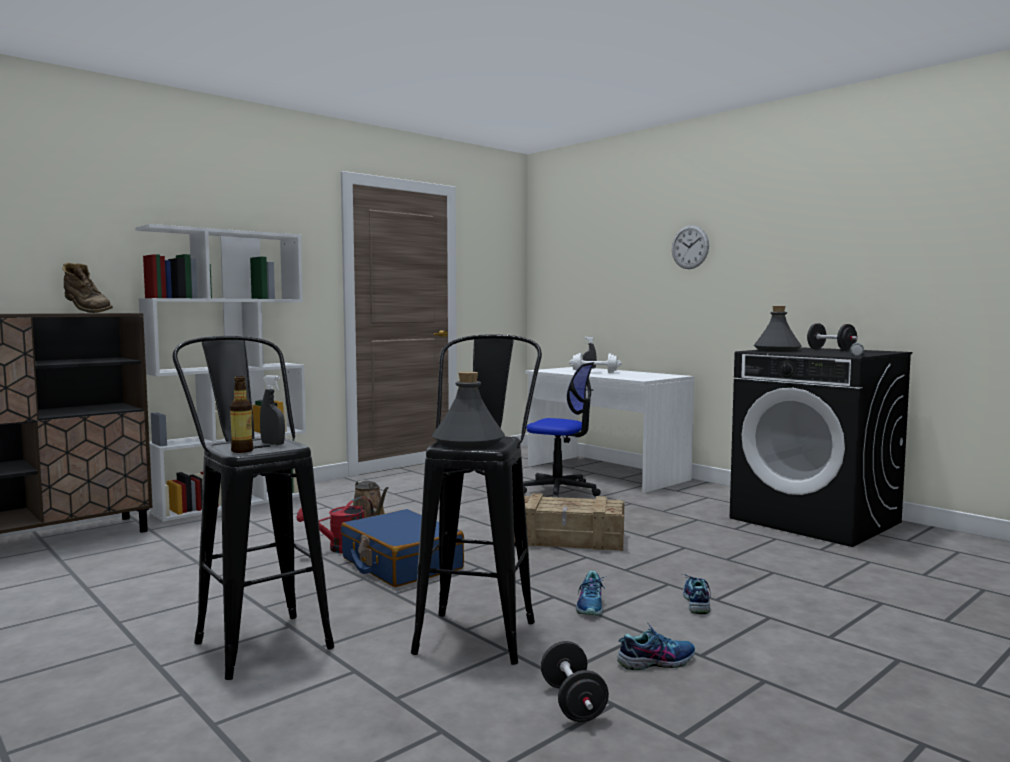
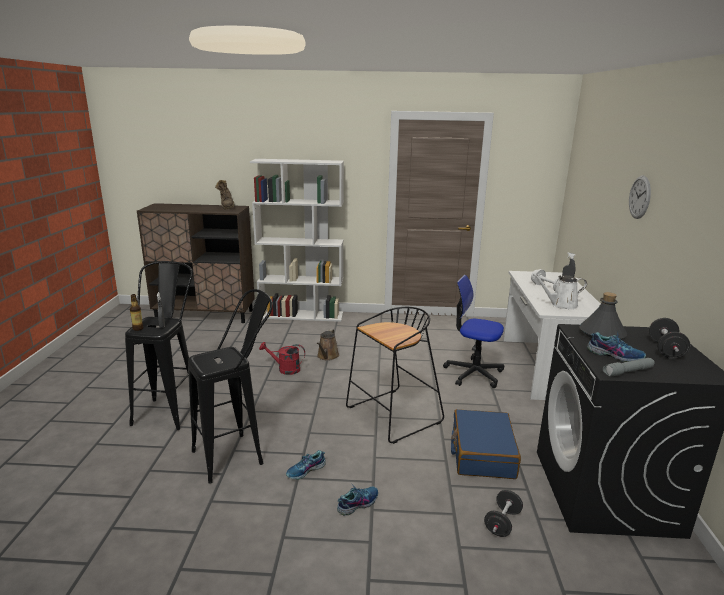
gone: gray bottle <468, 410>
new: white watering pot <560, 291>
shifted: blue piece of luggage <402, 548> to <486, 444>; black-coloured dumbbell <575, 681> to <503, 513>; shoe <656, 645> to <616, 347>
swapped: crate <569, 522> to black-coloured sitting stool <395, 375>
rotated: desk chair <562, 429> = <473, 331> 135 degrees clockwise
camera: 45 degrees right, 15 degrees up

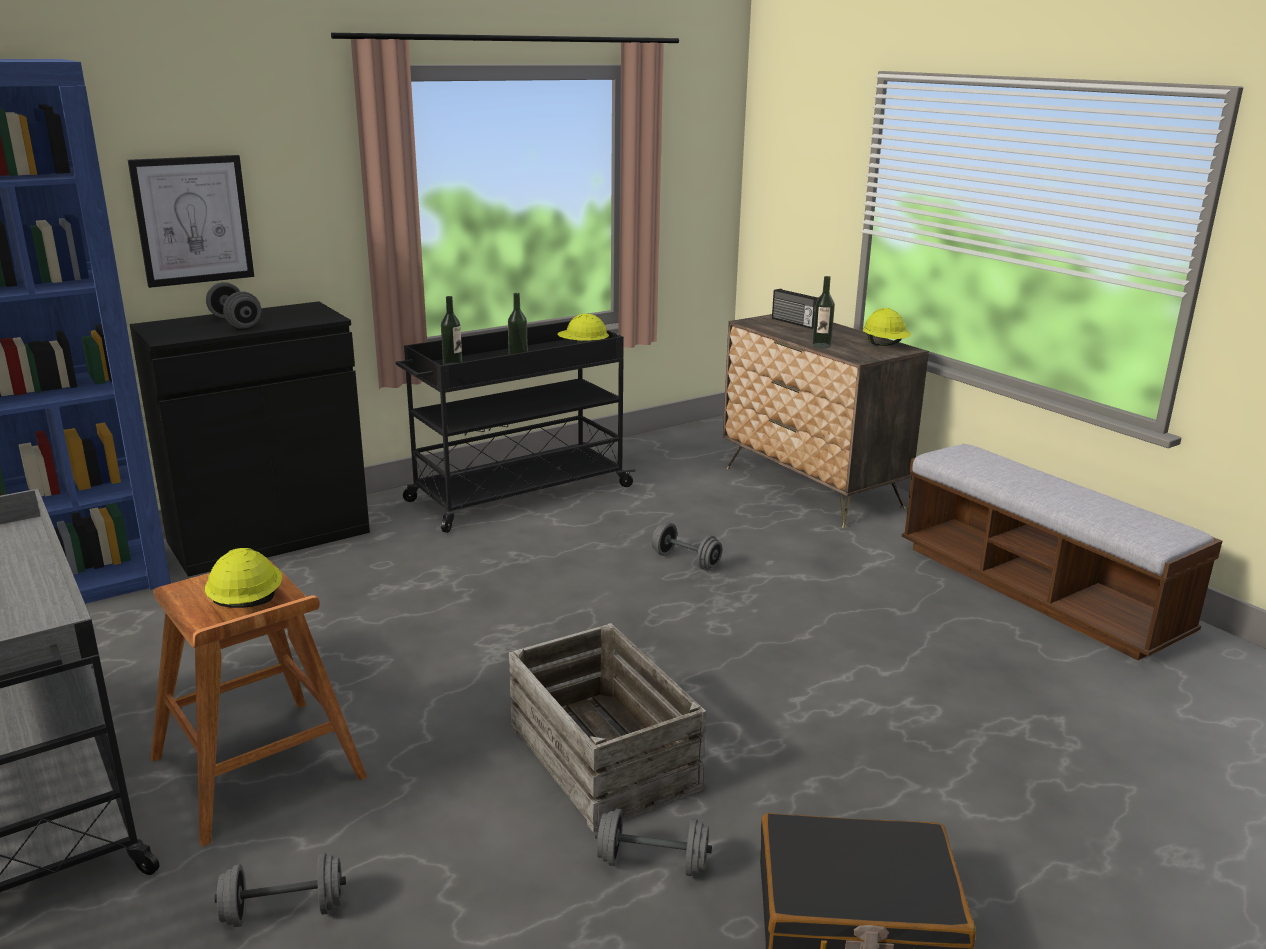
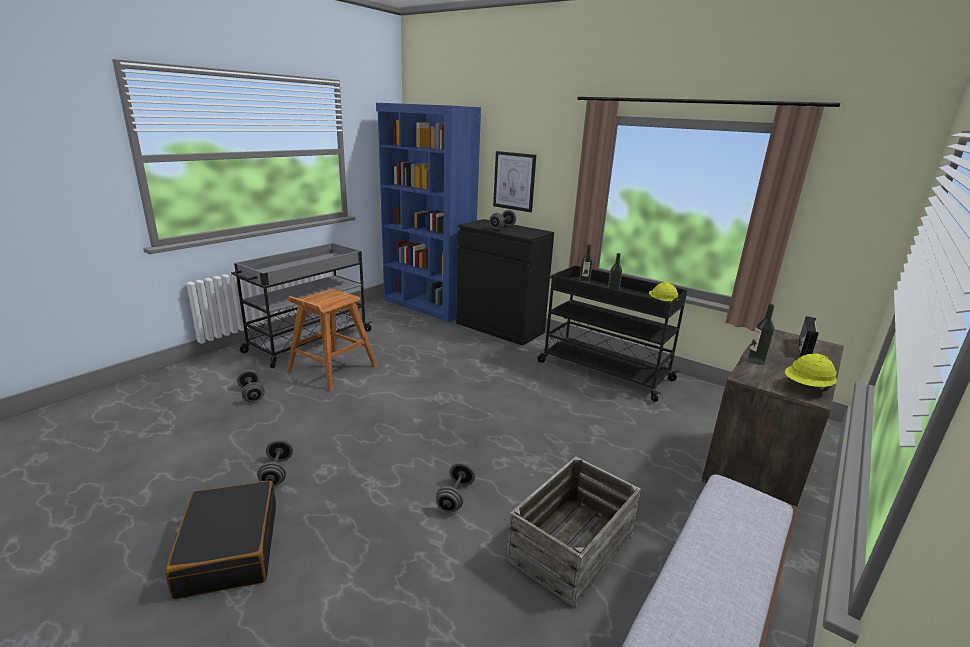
gone: yellow-coloured work helmet <243, 578>
shifted: crate <607, 728> to <573, 532>; gray dumbbell <687, 545> to <455, 487>
camera: 70 degrees right, 0 degrees up

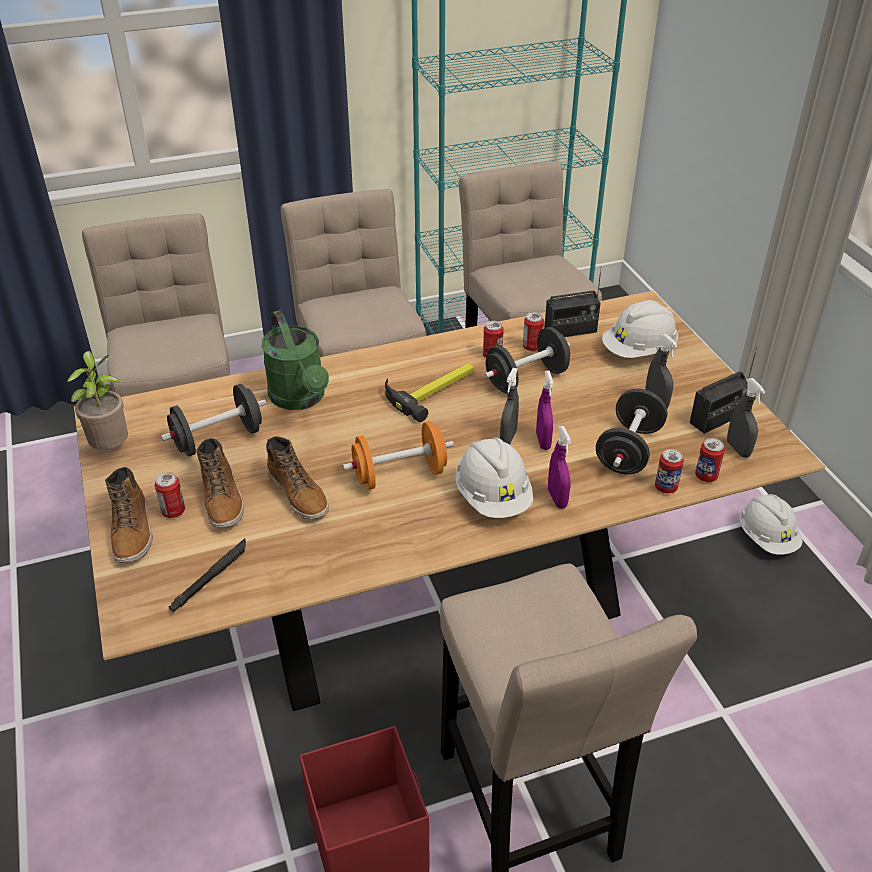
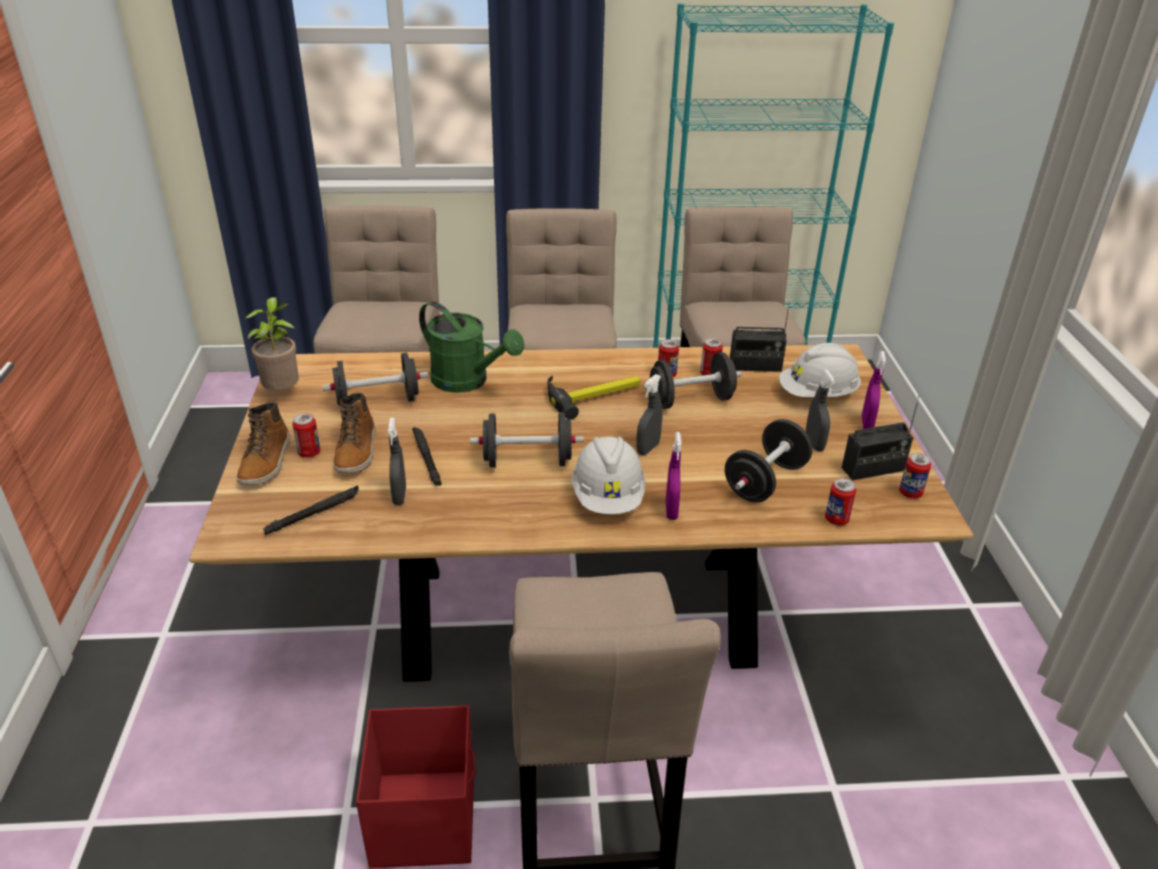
gone: white work helmet <771, 524>
shifted: purplish spray bottle <545, 410> to <874, 390>; can <669, 471> to <915, 476>; gray spray bottle <746, 418> to <397, 461>
swapped: high-top boot <297, 478> to black-coloured flashlight <427, 456>
repainted: orangey dumbbell <398, 455> to black-coloured dumbbell <527, 440>
rotated: green watering pot <295, 360> = <471, 347> 45 degrees counterclockwise
camera: 15 degrees right, 5 degrees down

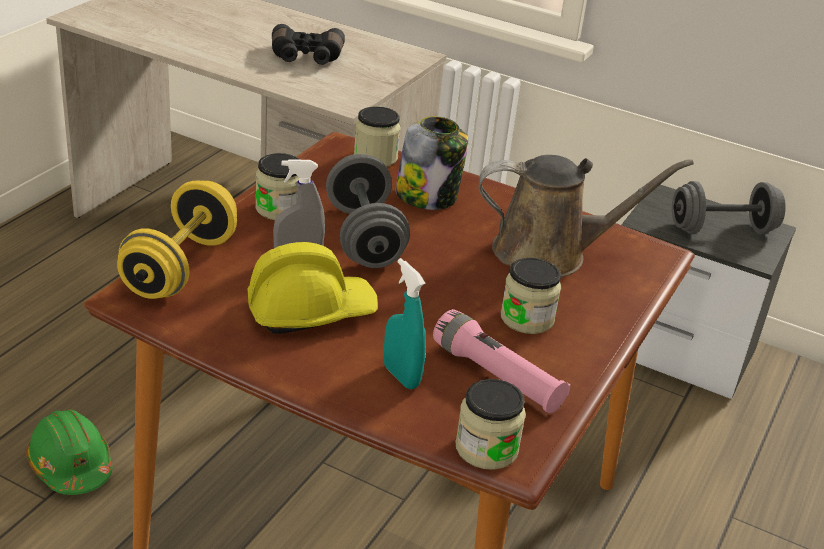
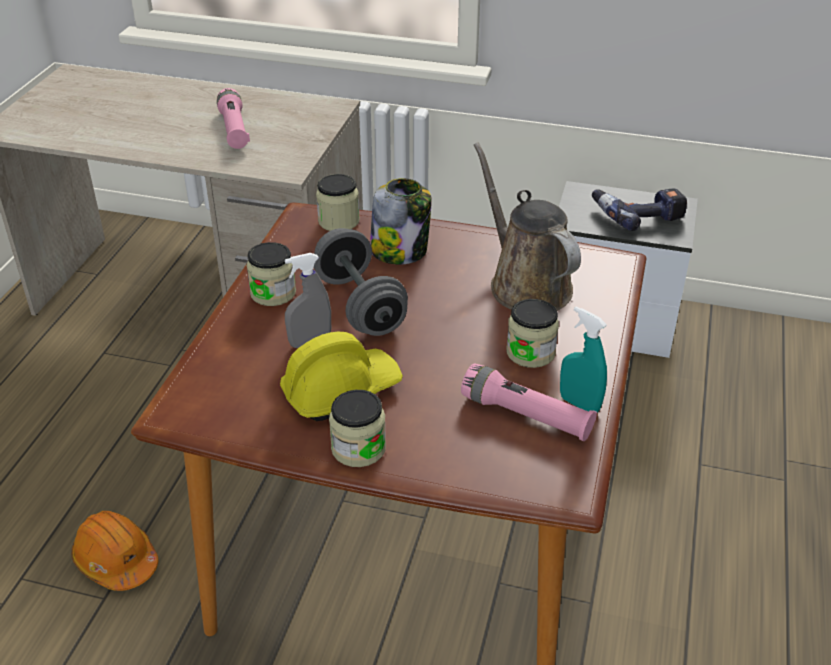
gone: yellow-coloured dumbbell <177, 240>
shifted: turquoise-coloured spray bottle <404, 323> to <583, 360>; preserve jar <490, 424> to <357, 428>
swapped: black-coloured binoculars <308, 44> to pinkish flashlight <233, 118>; gray dumbbell <729, 207> to drill <639, 209>
repainted: green work helmet <69, 452> to orangey work helmet <114, 551>
rotated: brown-coloured watering pot <586, 216> = <527, 226> 105 degrees counterclockwise
camera: 10 degrees left, 5 degrees up

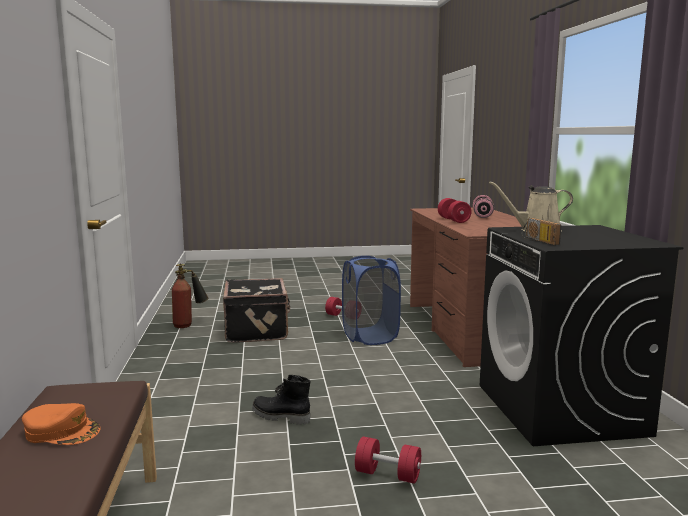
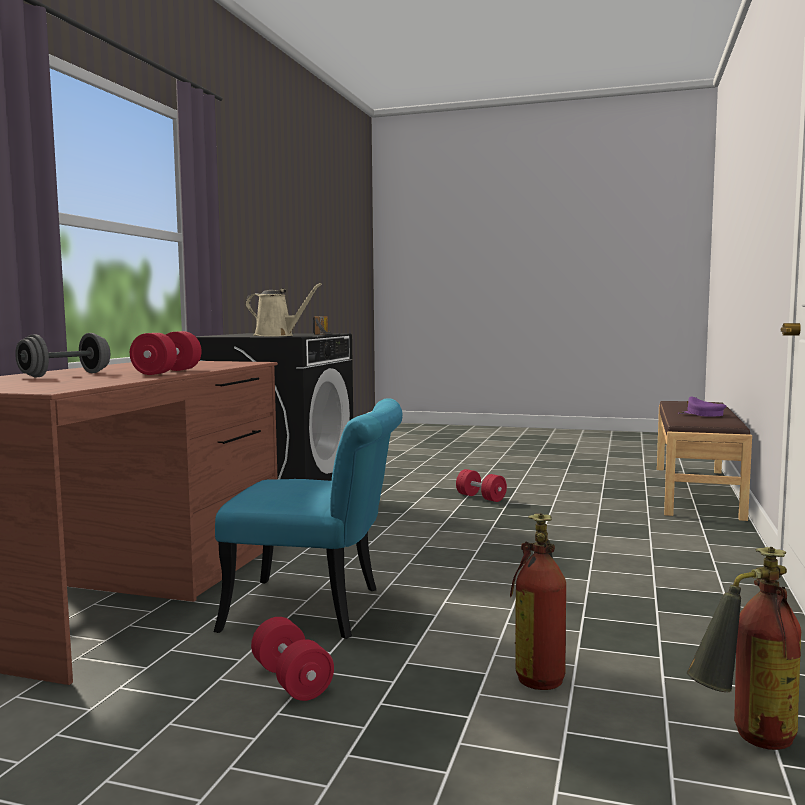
gone: black-coloured high-top boot <281, 400>
swapped: black-coloured piece of luggage <256, 310> to fire extinguisher <538, 601>; blue laundry basket <371, 300> to turquoise-coloured chair <308, 518>
repainted: orangey peaked cap <61, 424> to purplish peaked cap <702, 407>; pinkish dumbbell <483, 206> to gray dumbbell <62, 355>
camera: 155 degrees left, 5 degrees down

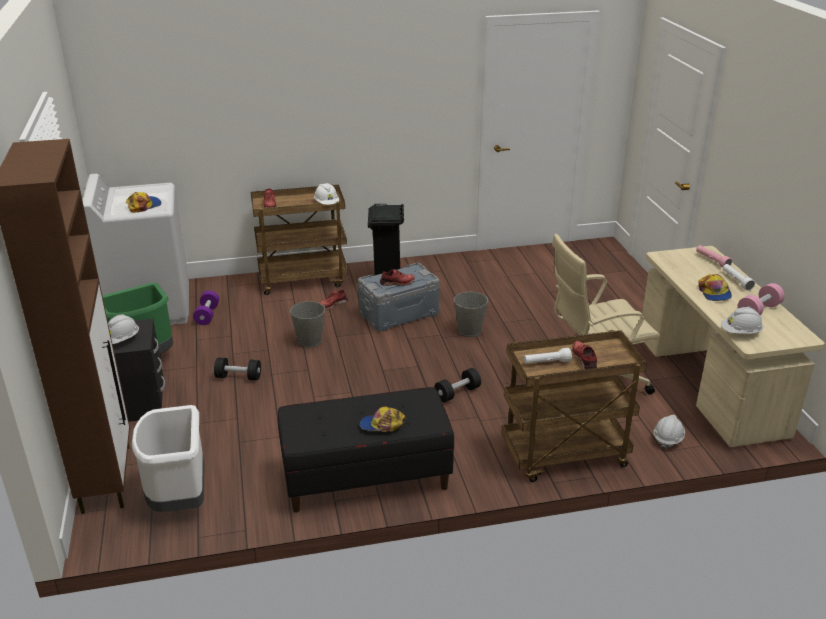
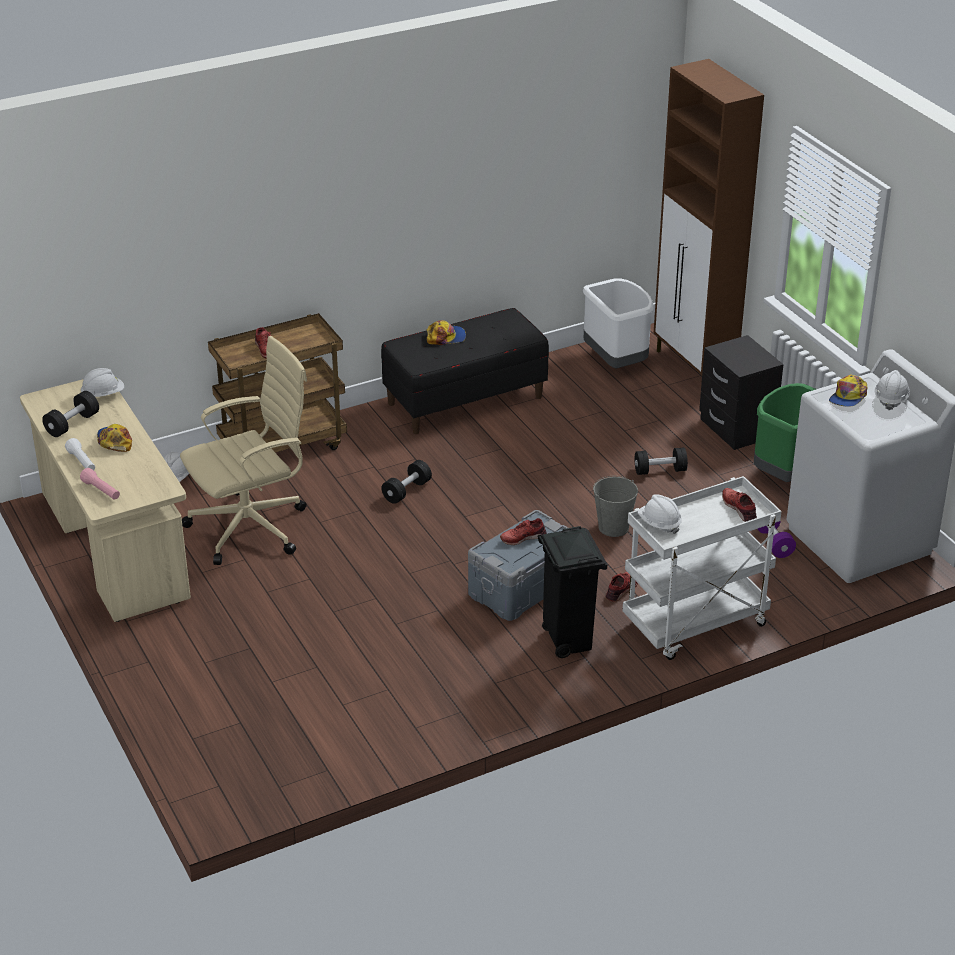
gone: gray water bucket <471, 314>; white flashlight <548, 356>
shifted: white work helmet <123, 329> to <892, 390>
repainted: brown-coloured wheeled cart <299, 240> to white wheeled cart <702, 568>; pinkish dumbbell <761, 299> to black-coloured dumbbell <70, 414>
camera: 165 degrees right, 5 degrees up

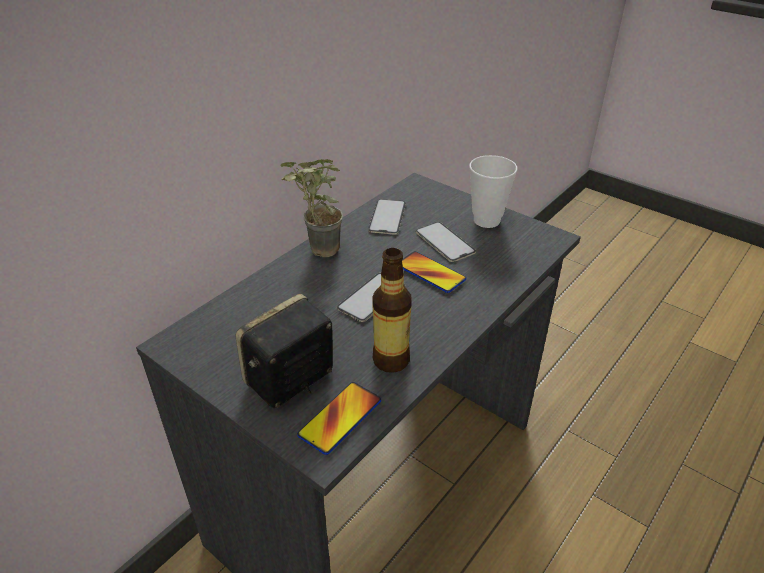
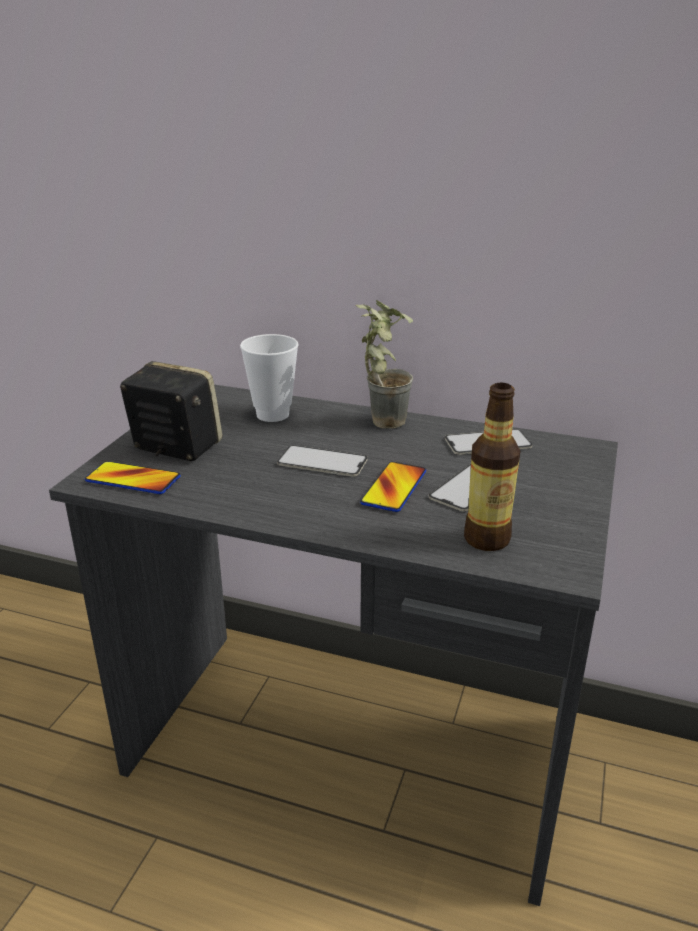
shifted: bottle <392, 310> to <492, 466>; cup <493, 191> to <269, 378>
camera: 70 degrees right, 10 degrees down

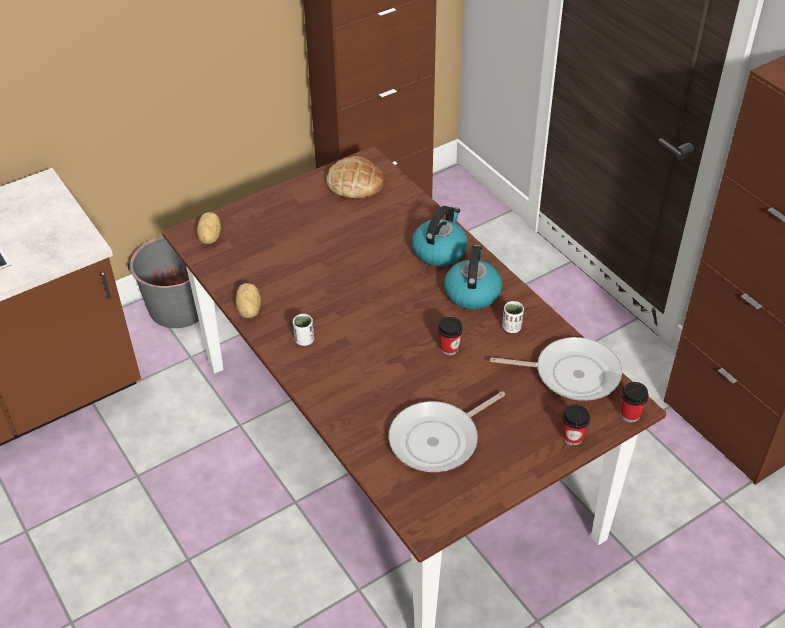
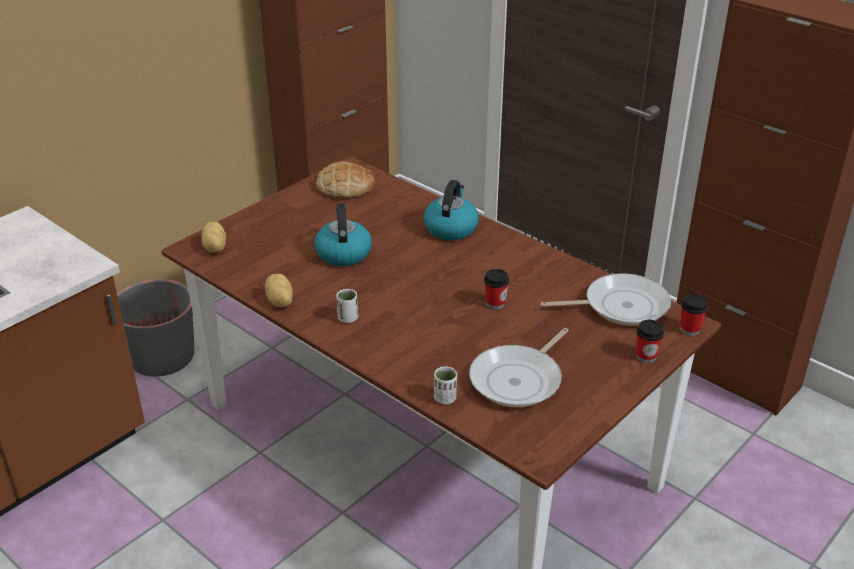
shifted: kettle <473, 277> to <343, 234>; white cup <513, 317> to <445, 385>
camera: 15 degrees left, 10 degrees down

